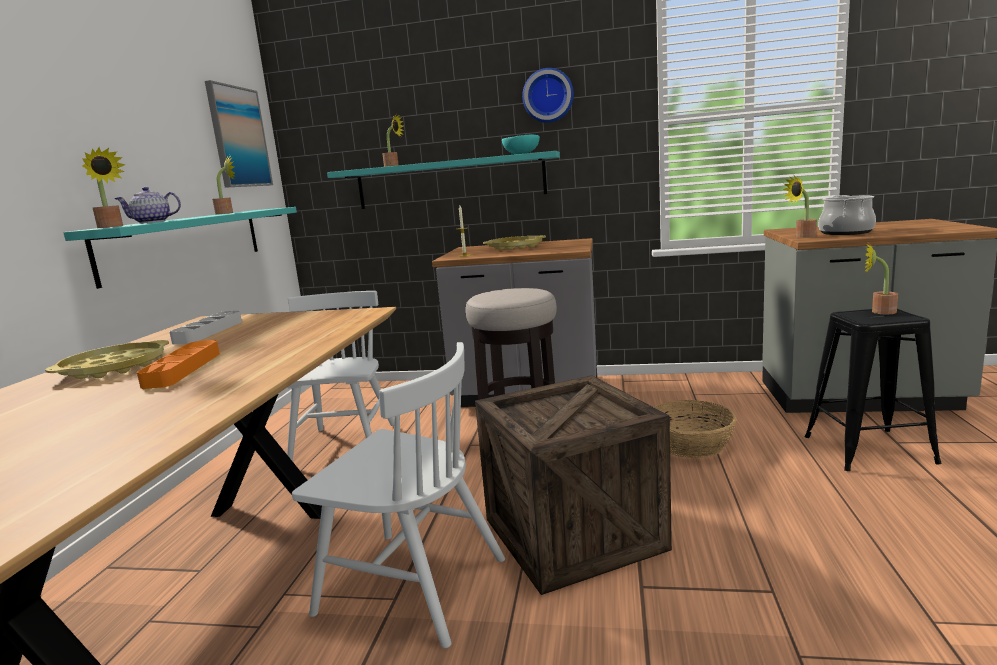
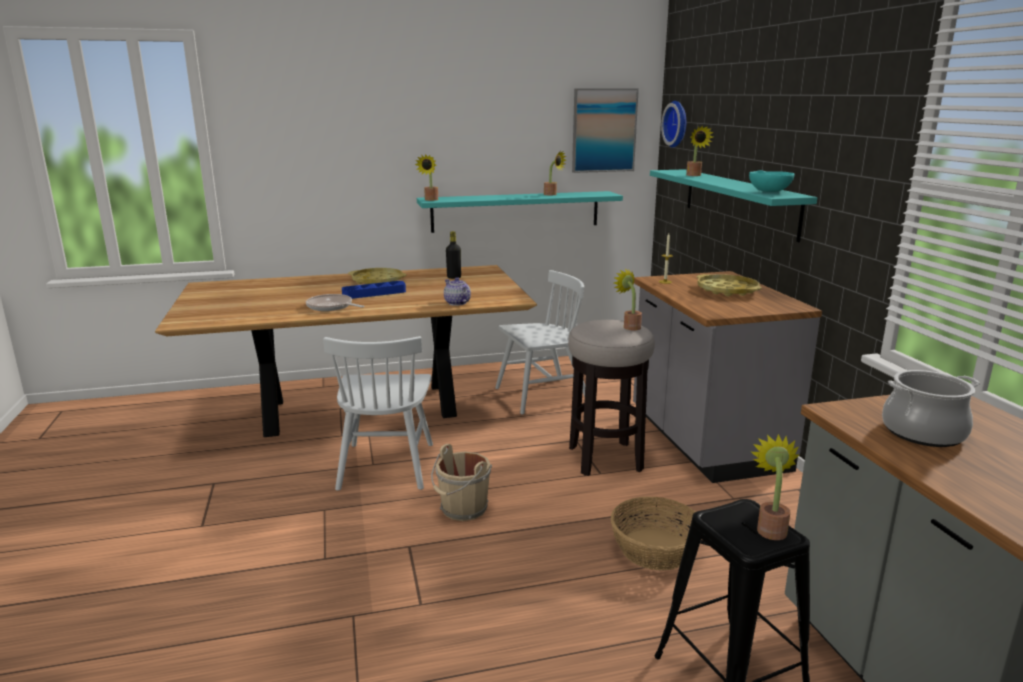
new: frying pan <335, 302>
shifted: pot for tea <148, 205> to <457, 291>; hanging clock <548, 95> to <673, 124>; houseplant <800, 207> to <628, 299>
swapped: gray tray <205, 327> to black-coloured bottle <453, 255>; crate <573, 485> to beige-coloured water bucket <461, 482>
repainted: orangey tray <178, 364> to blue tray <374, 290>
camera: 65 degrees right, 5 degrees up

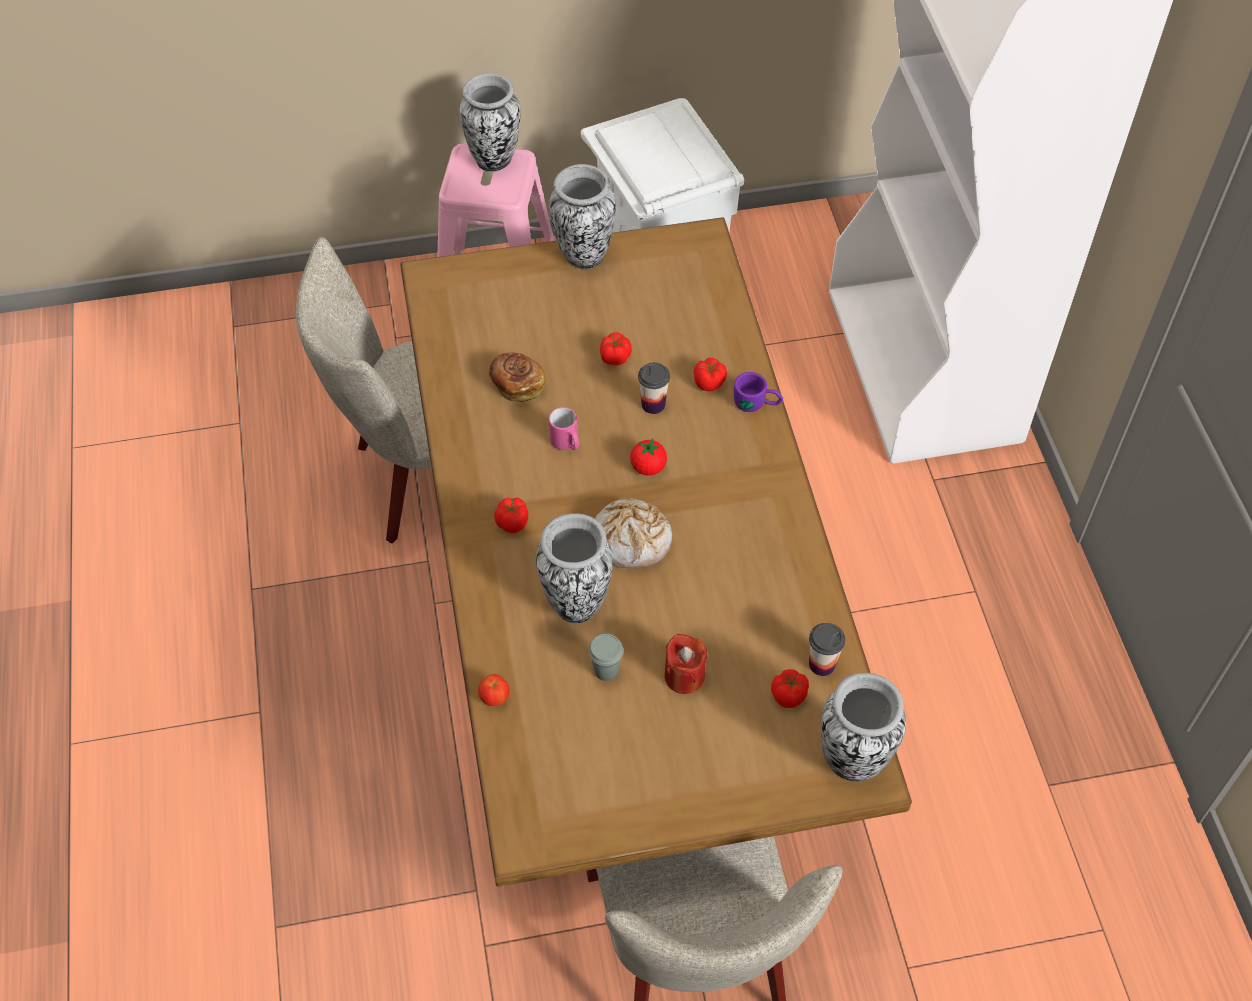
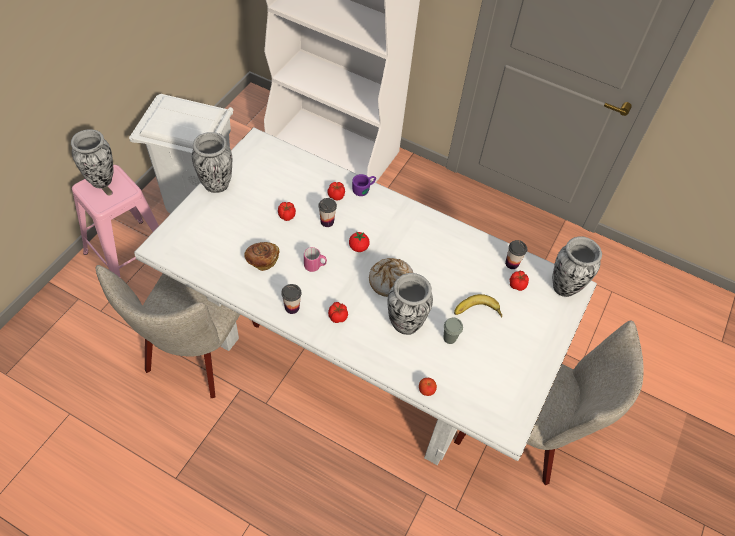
new: cup <291, 299>
swapped: red-coloured candle <686, 664> to whole banana <478, 306>
repainted: brown-coloured kitchen table <656, 552> to white kitchen table <365, 296>
camera: 55 degrees left, 0 degrees up

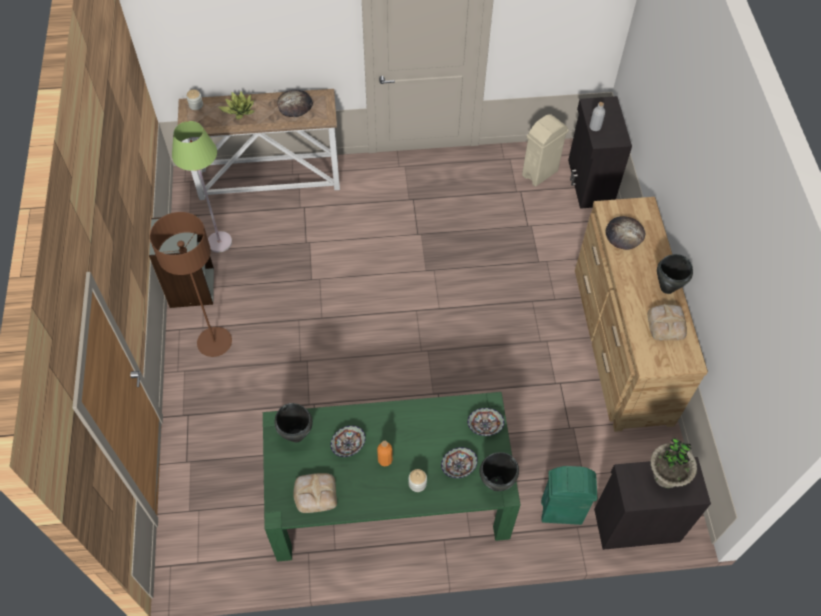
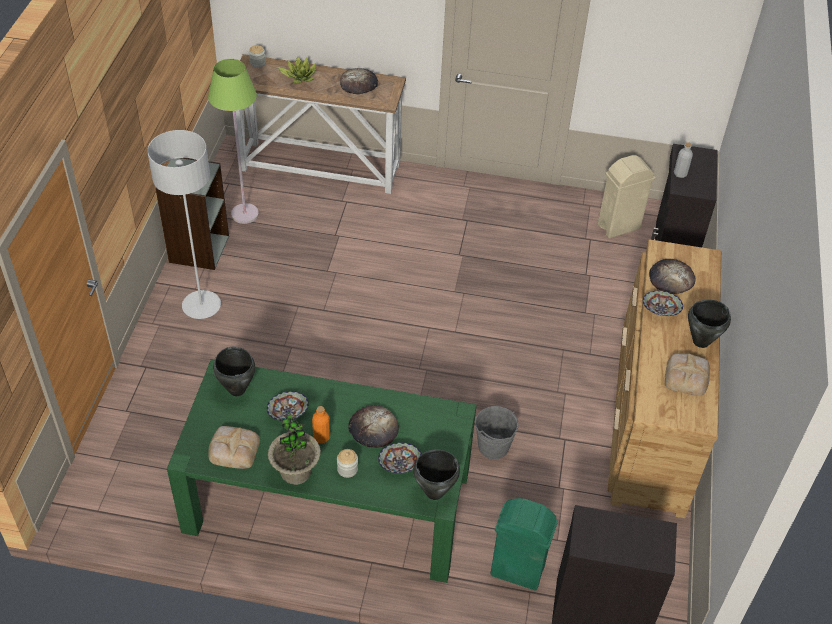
new: bread <373, 426>; gray water bucket <497, 432>
shifted: deep dish <486, 422> to <663, 303>; houseplant <673, 463> to <294, 449>
repainted: brown-coloured standing lamp <191, 284> to gray standing lamp <184, 224>
camera: 15 degrees right, 10 degrees down

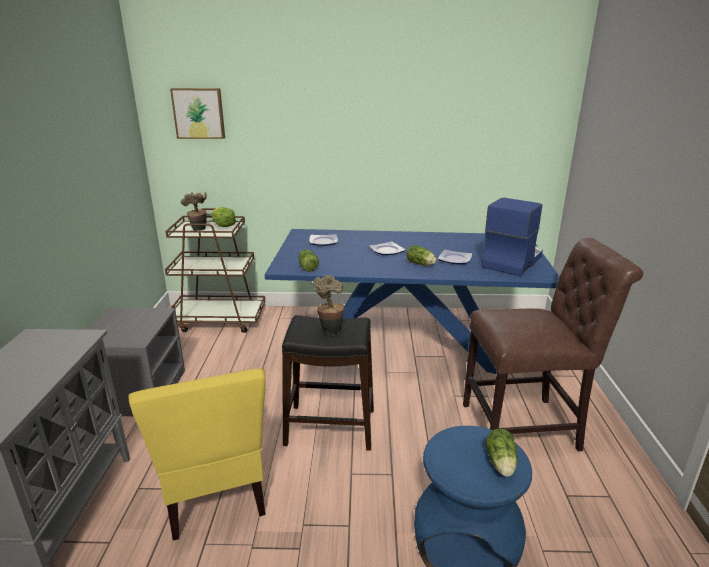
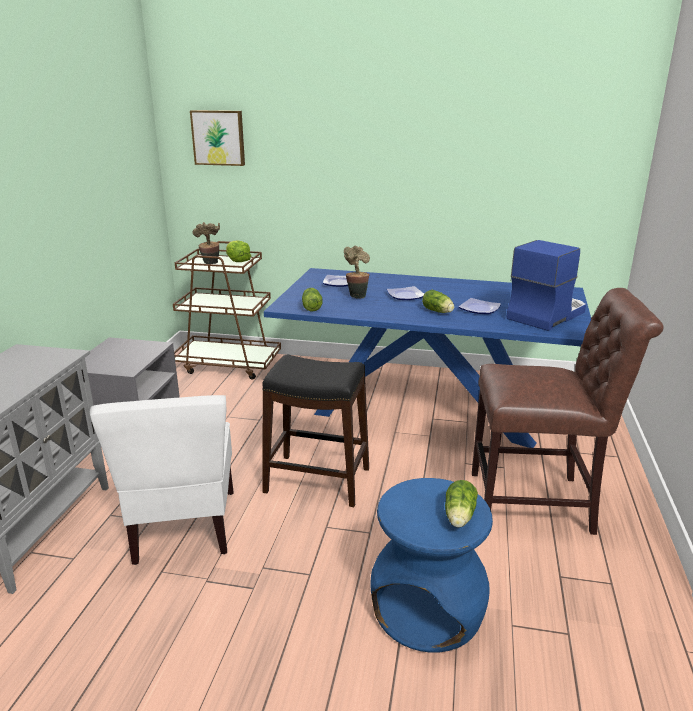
shifted: houseplant <328, 305> to <357, 272>
repainted: yellow-coloured chair <197, 454> to white chair <161, 480>
camera: 10 degrees right, 0 degrees up

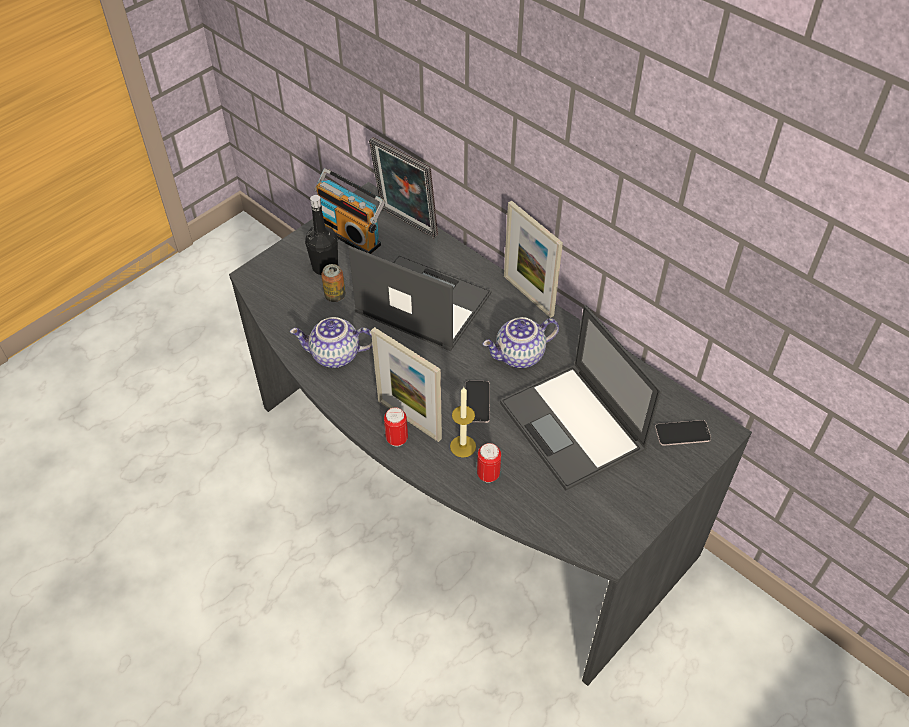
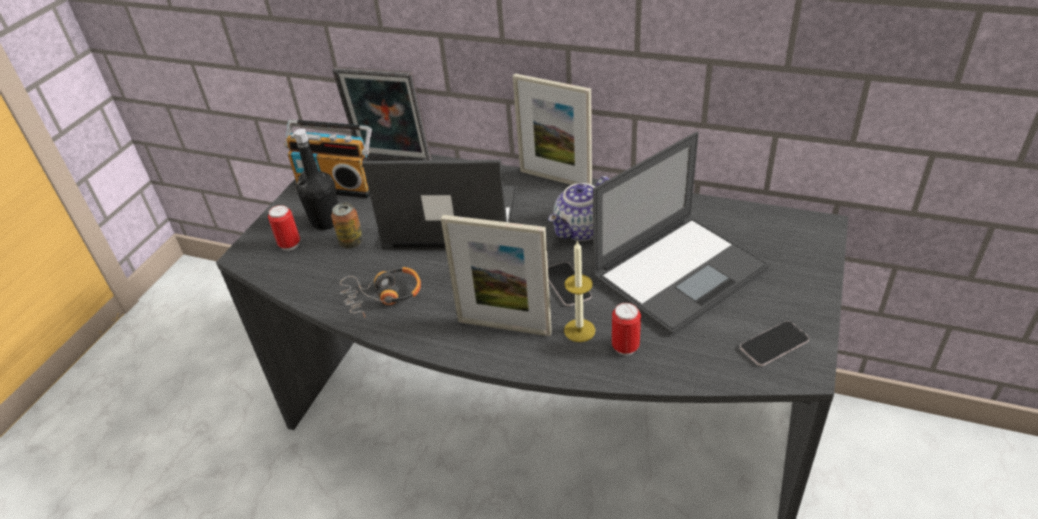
shifted: can <396, 426> to <284, 228>; phone <683, 433> to <774, 343>
swapped: pot for tea <331, 342> to pair of headphones <380, 292>
rotated: portable computer <581, 398> = <681, 234> 75 degrees counterclockwise
camera: 20 degrees left, 10 degrees down

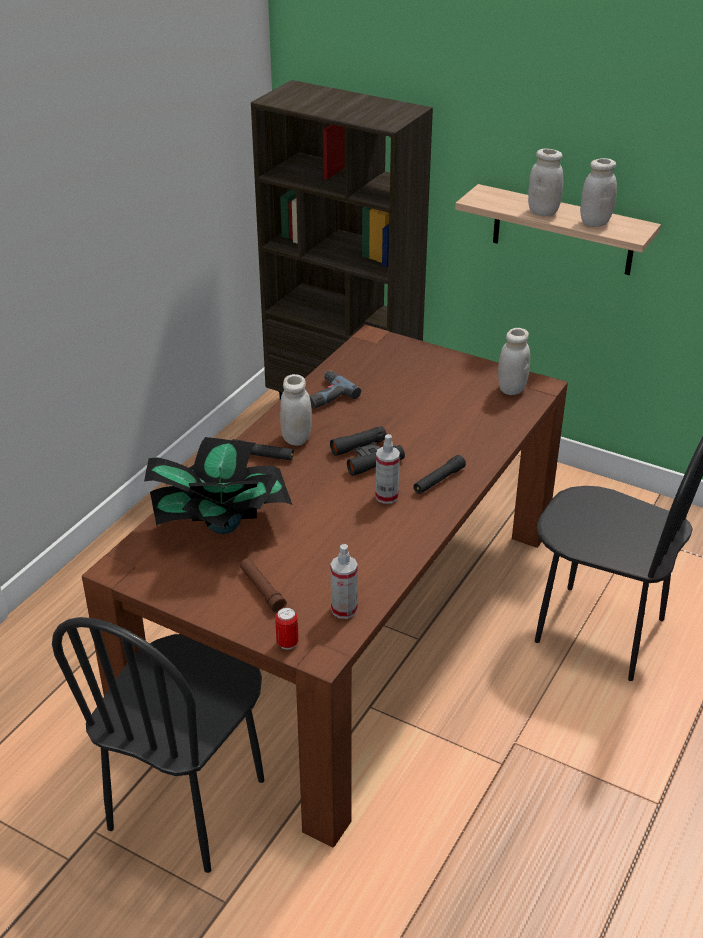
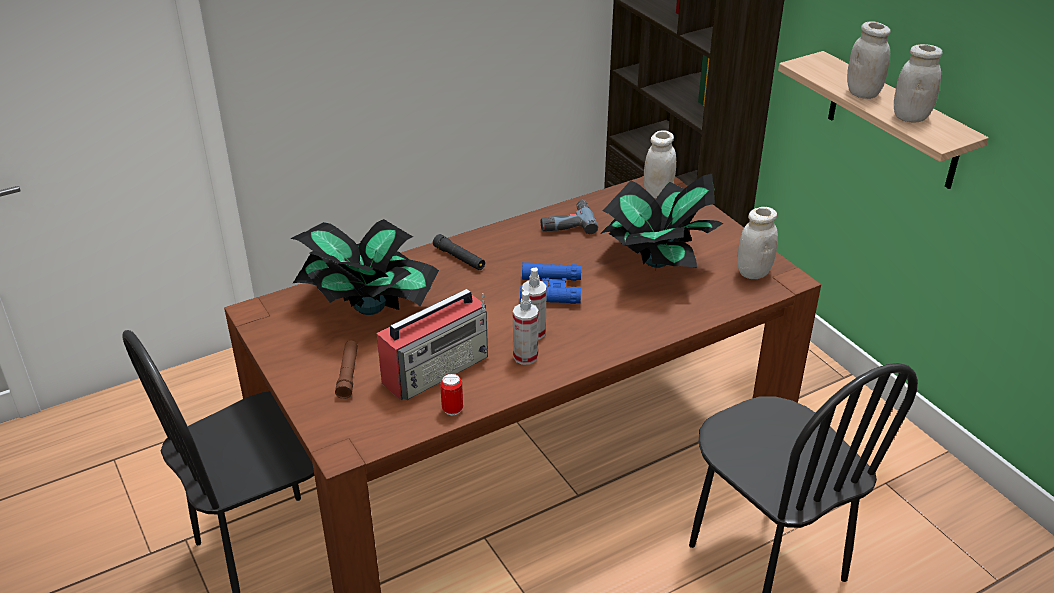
gone: black-coloured flashlight <439, 474>
new: radio receiver <432, 345>; houseplant <661, 220>
shifted: can <287, 628> to <451, 394>; white preserve jar <296, 410> to <660, 164>; spray bottle <344, 581> to <526, 328>
repainted: black-coloured binoculars <367, 451> to blue binoculars <550, 283>
camera: 30 degrees right, 0 degrees up

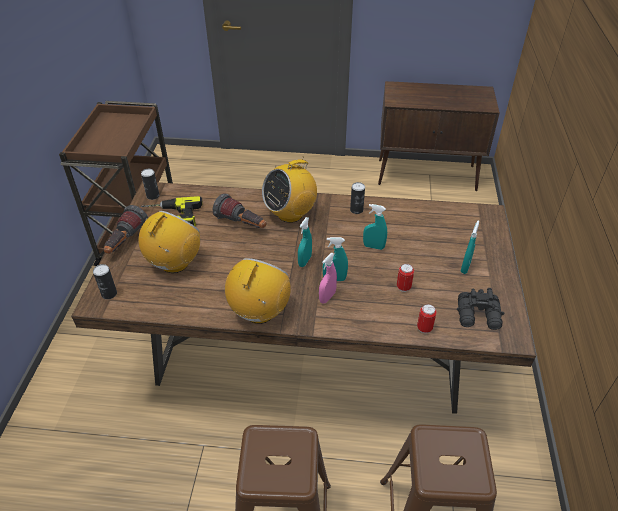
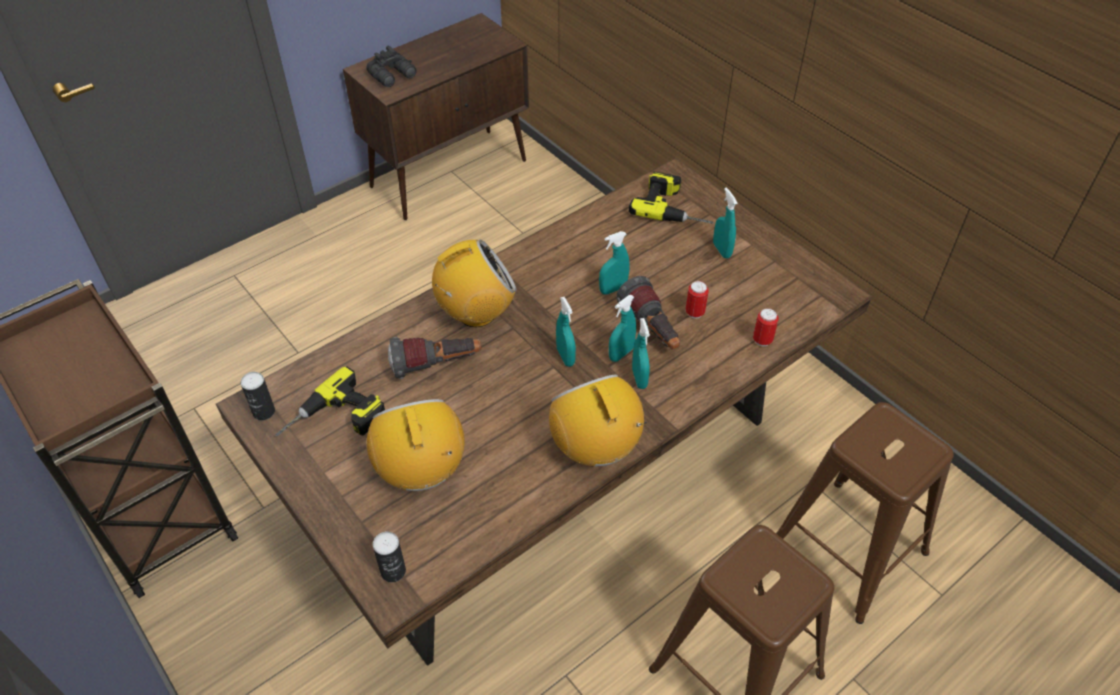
gone: can <357, 198>
new: drill <671, 198>
shifted: flashlight <126, 229> to <648, 313>; black-coloured binoculars <480, 309> to <391, 66>
repainted: pinkish spray bottle <328, 278> to turquoise-coloured spray bottle <641, 353>
rotated: radio receiver <289, 189> = <474, 283> 120 degrees counterclockwise
camera: 45 degrees left, 5 degrees up

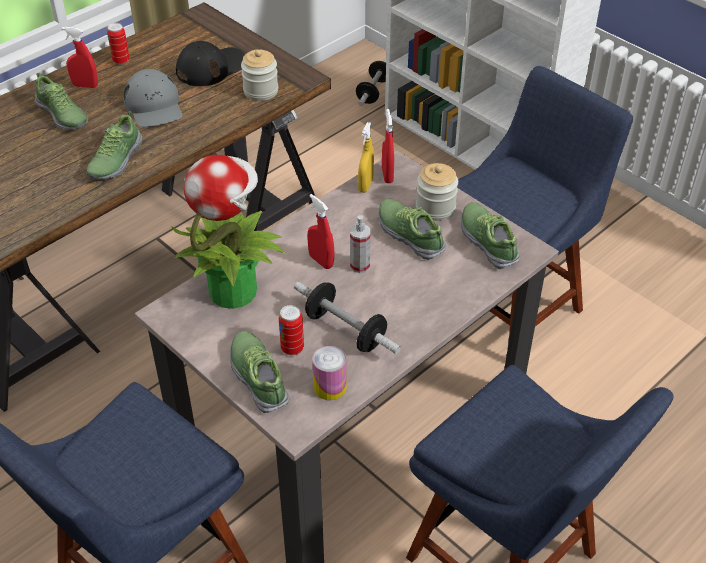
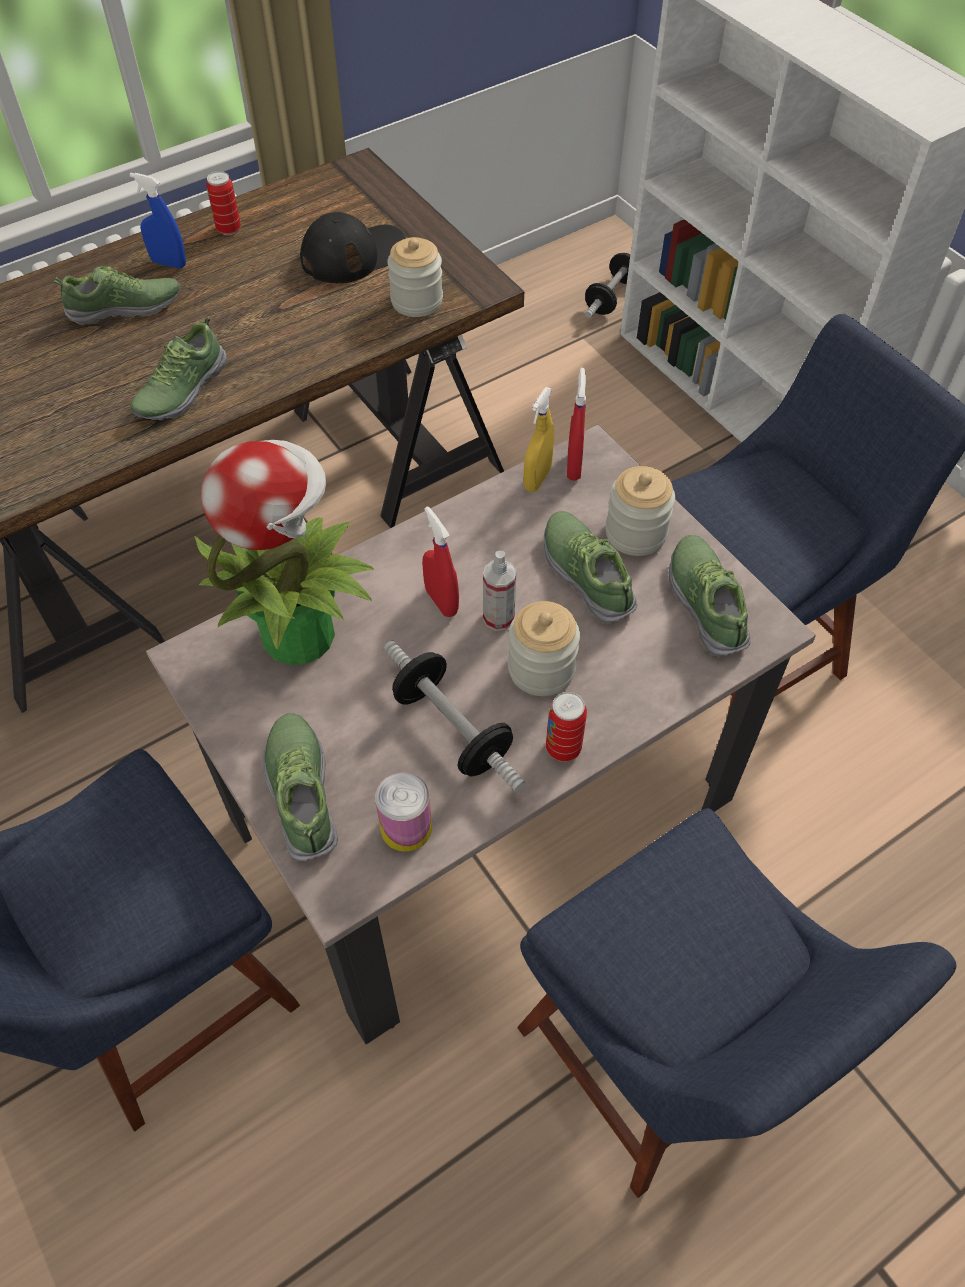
gone: gray peaked cap <153, 98>
new: preserve jar <544, 648>
shifted: can <291, 330> to <566, 727>
repainted: red-coloured spray bottle <80, 57> to blue spray bottle <158, 221>
rotated: shoe <61, 101> = <117, 295> 75 degrees counterclockwise
camera: 10 degrees right, 10 degrees up

